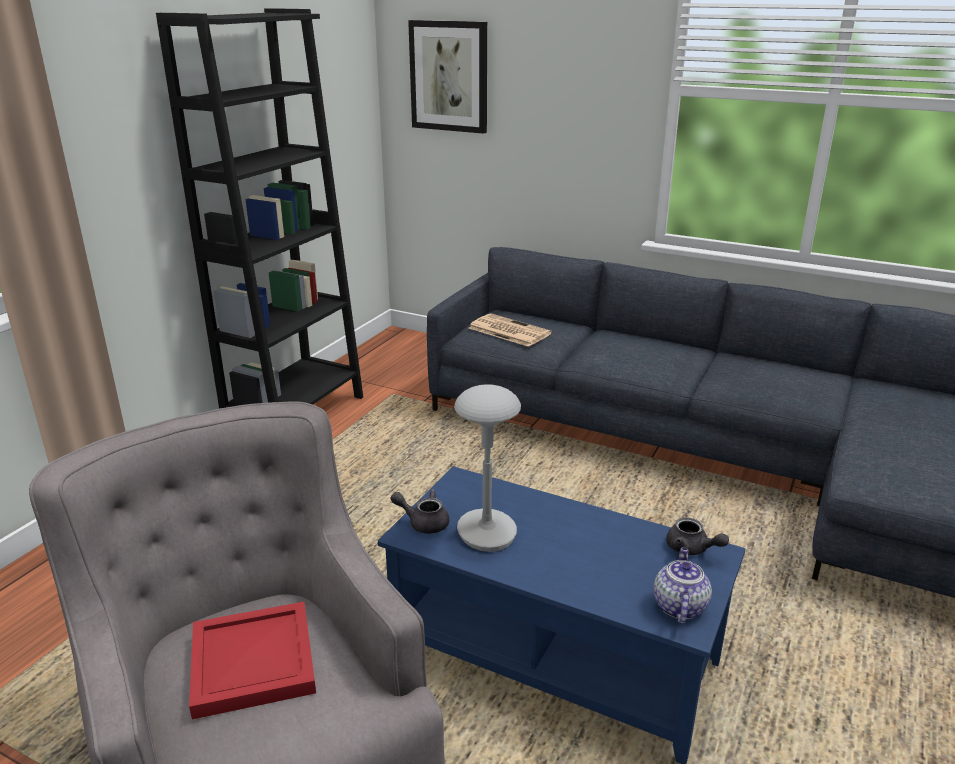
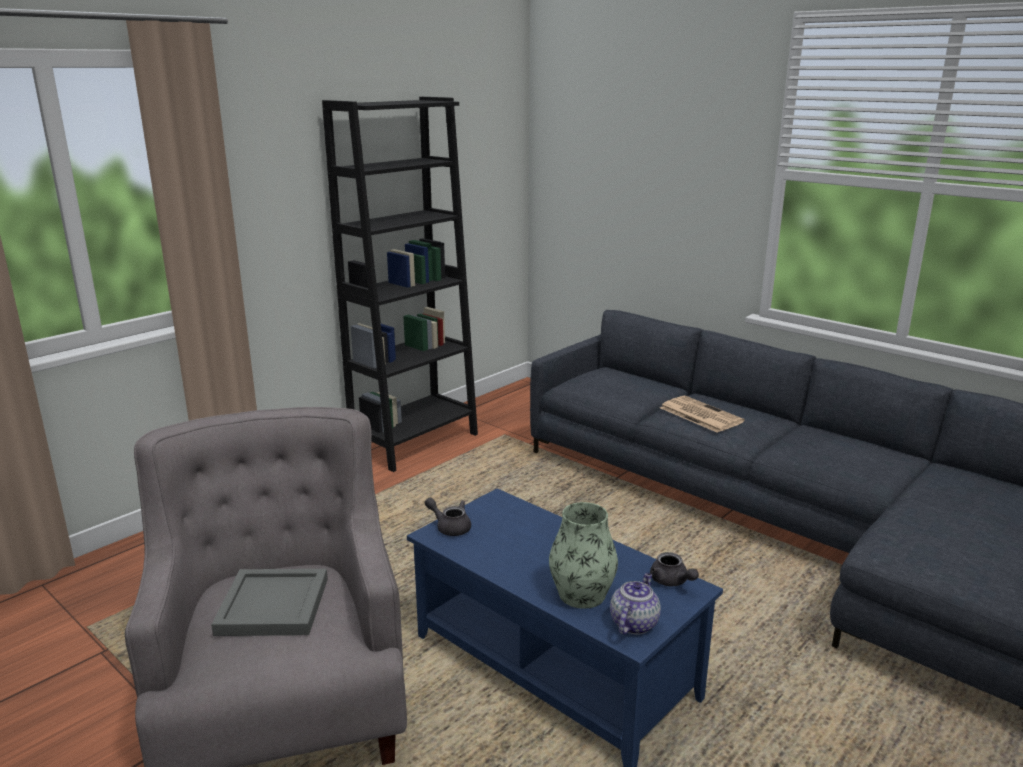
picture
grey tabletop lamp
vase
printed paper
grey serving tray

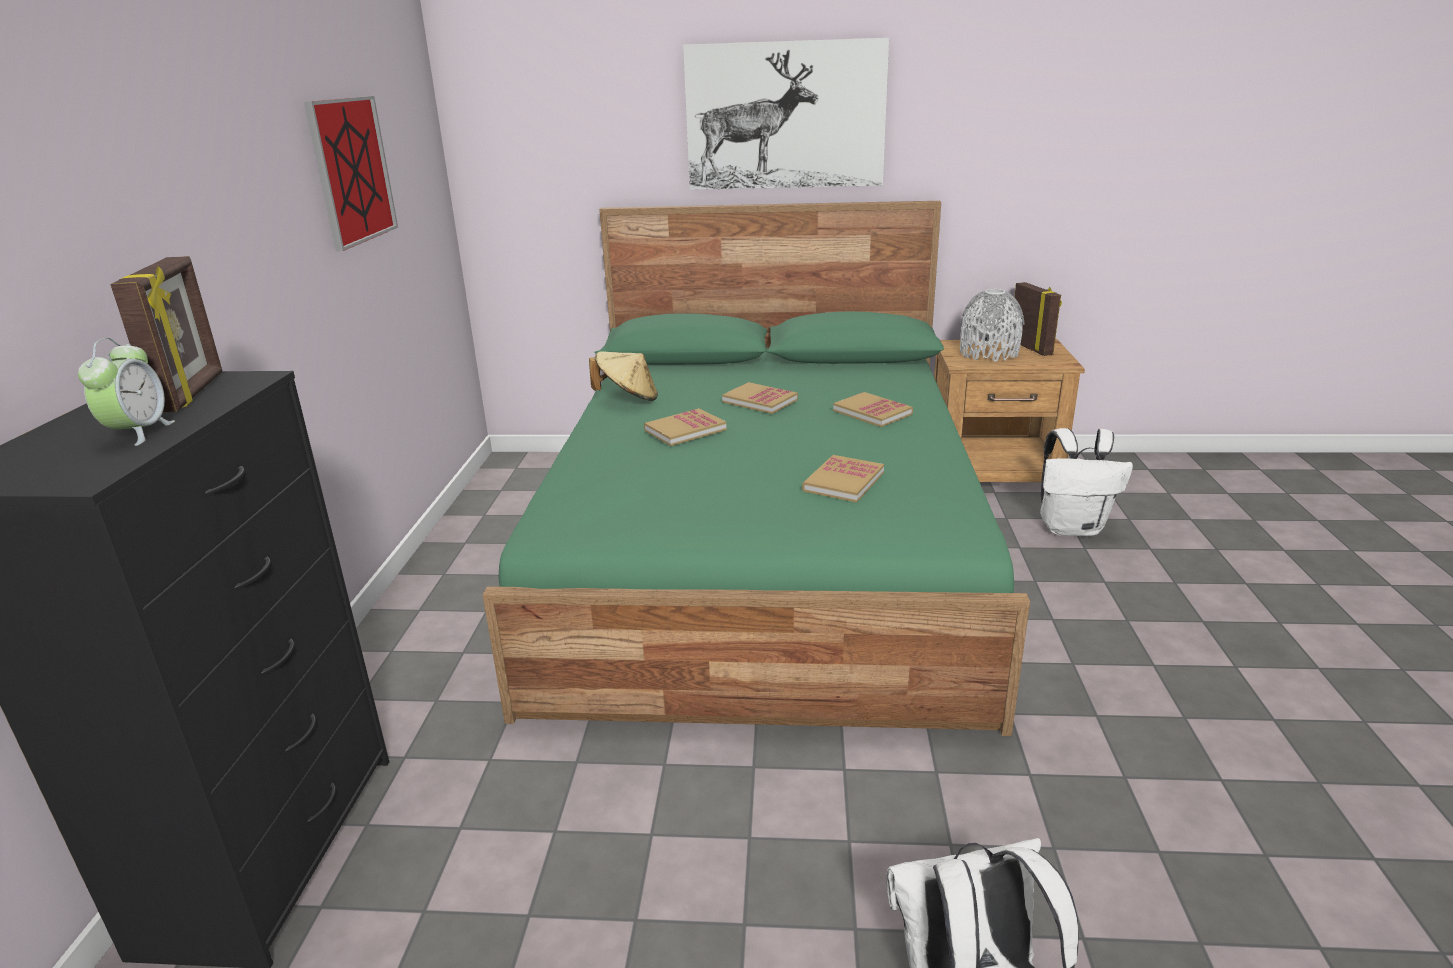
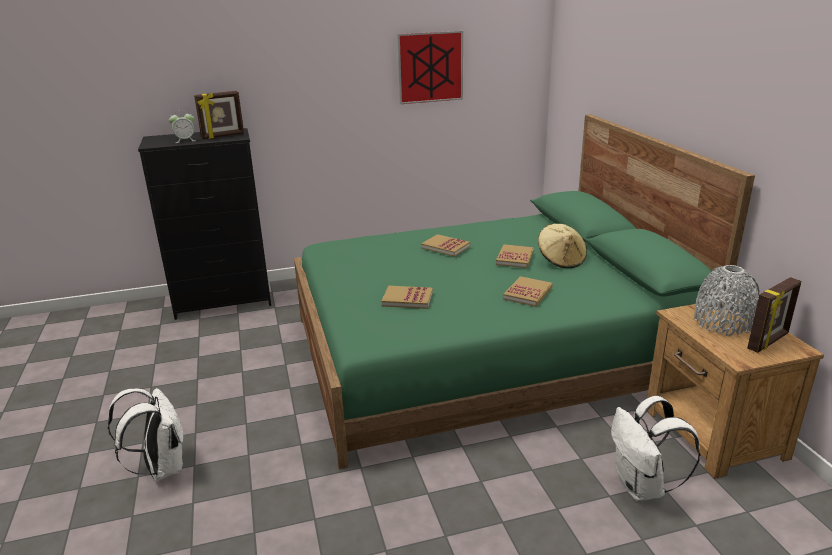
picture (2nd from left in the first image)
beige hat

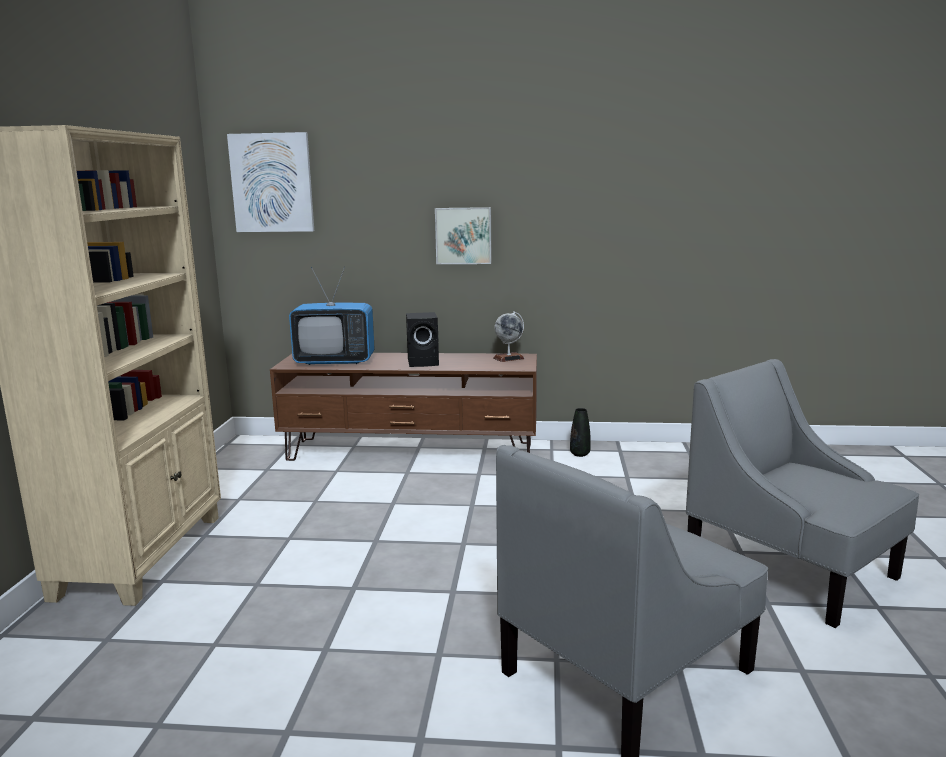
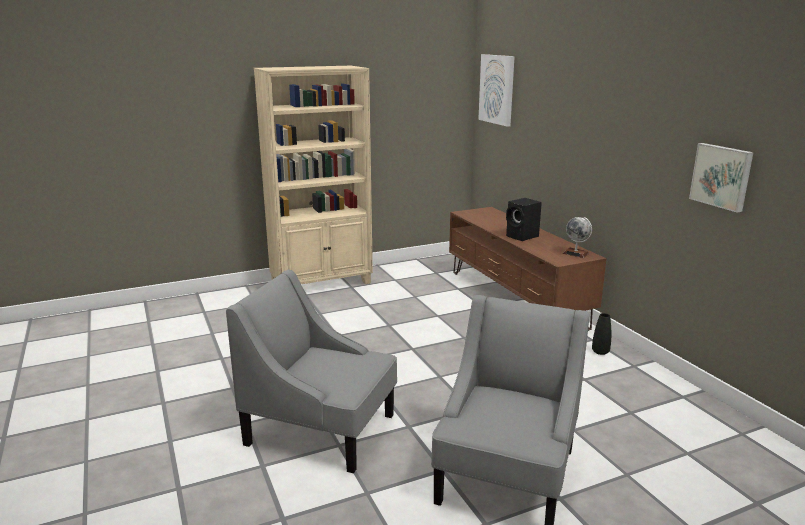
TV
picture (2nd from left)

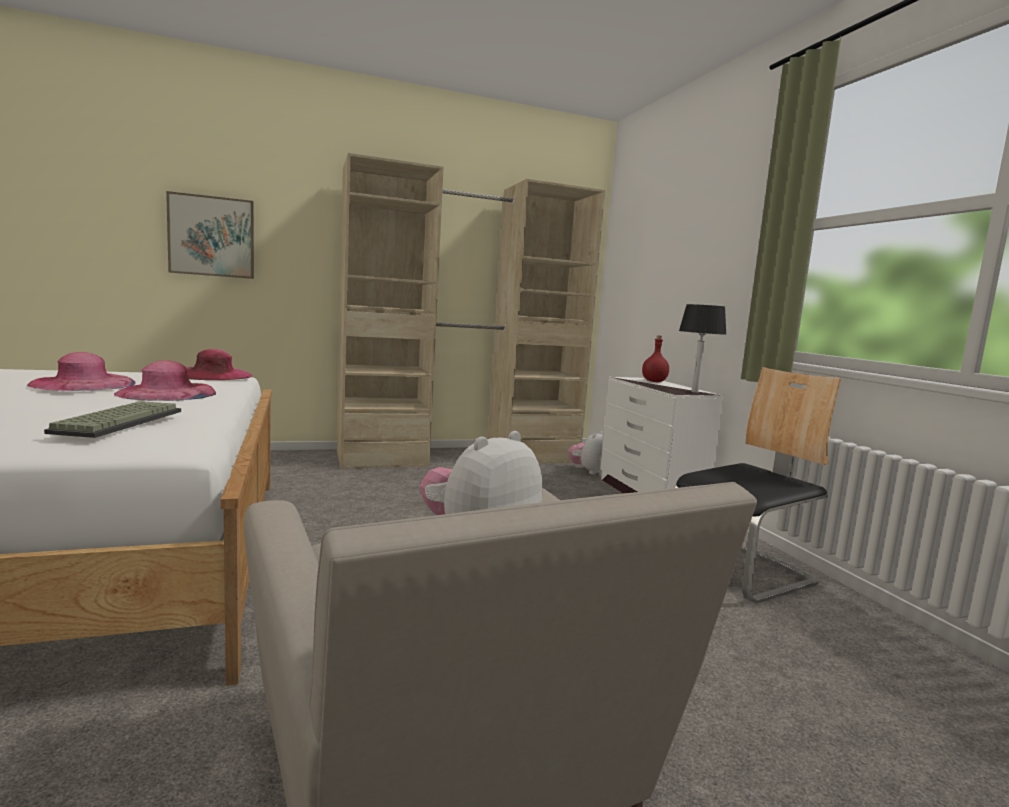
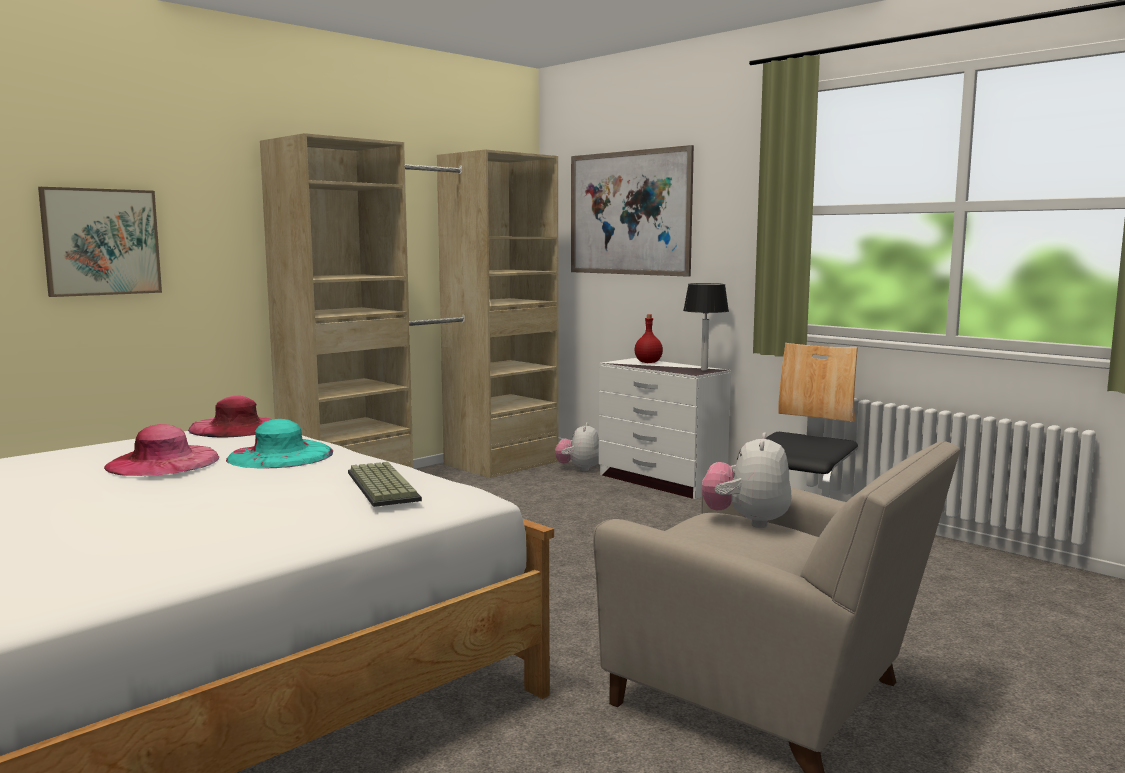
picture (2nd from left)
turquoise-coloured hat

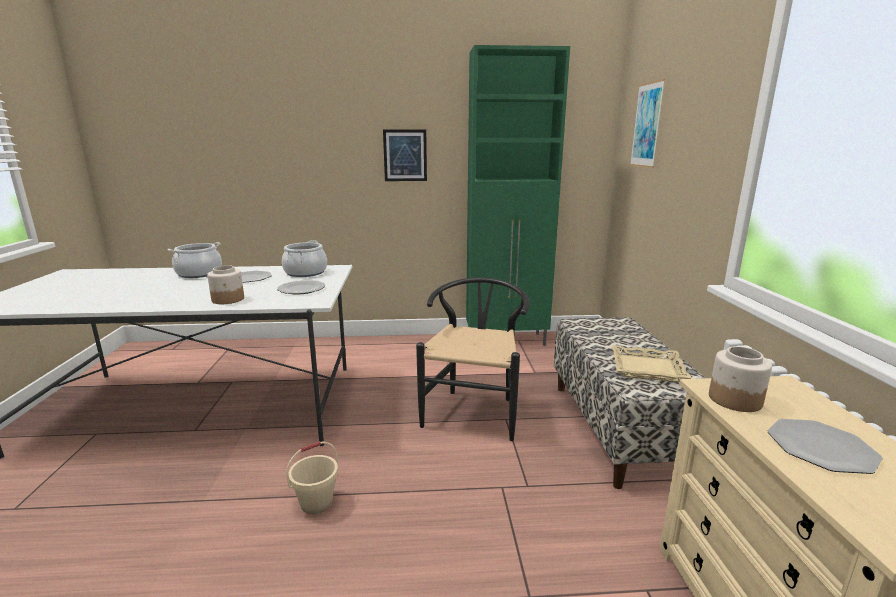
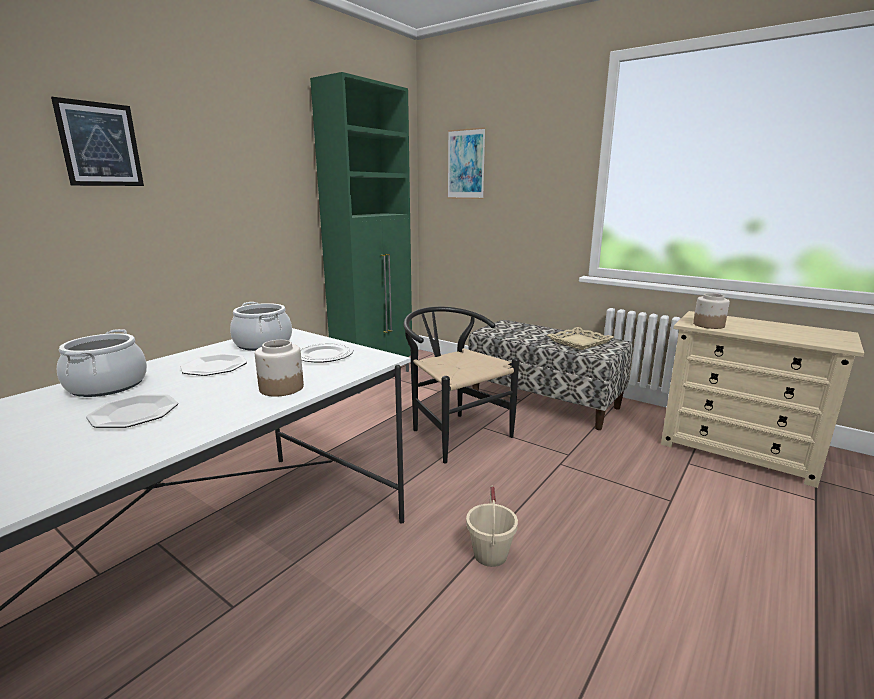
picture (1st from left)
plate (1st from left)

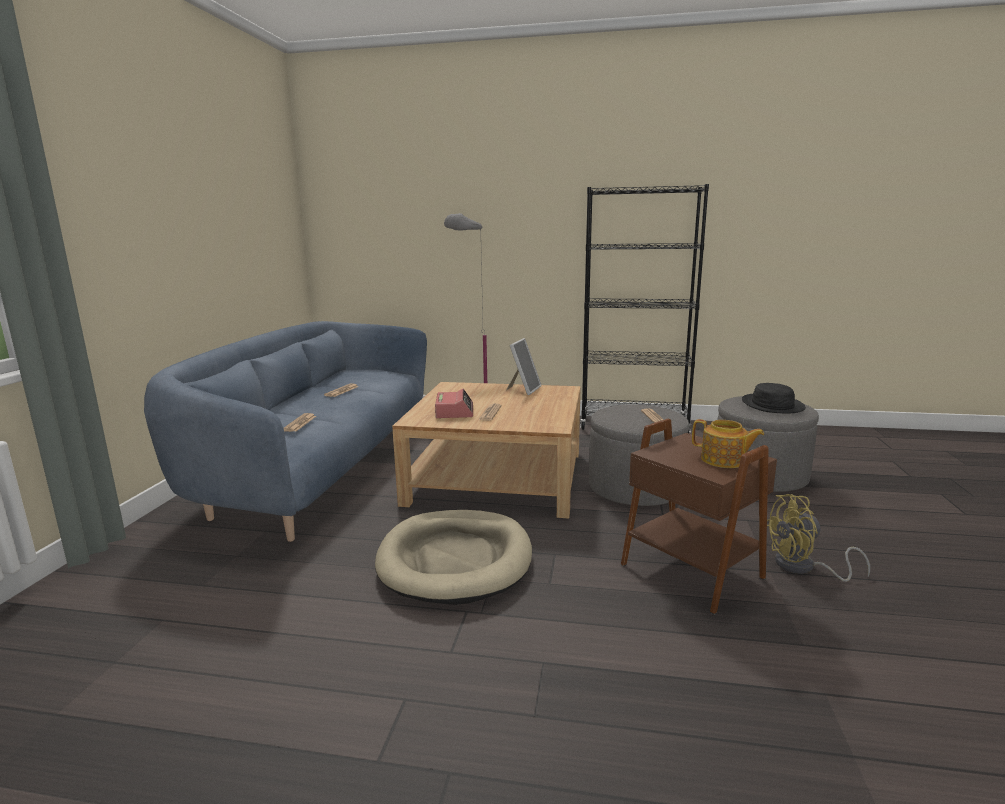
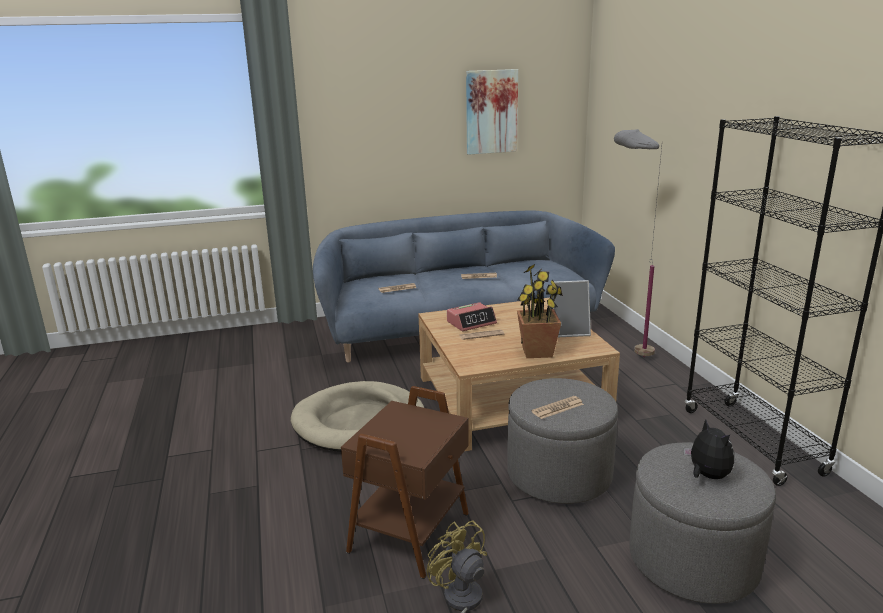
tea pot
picture
plant in a pot
soft toy

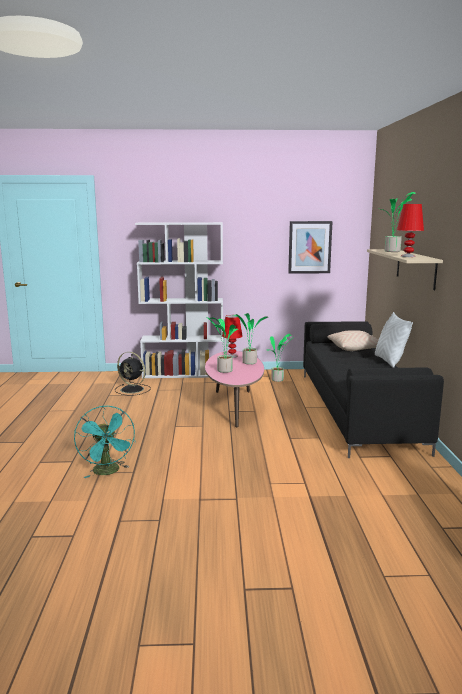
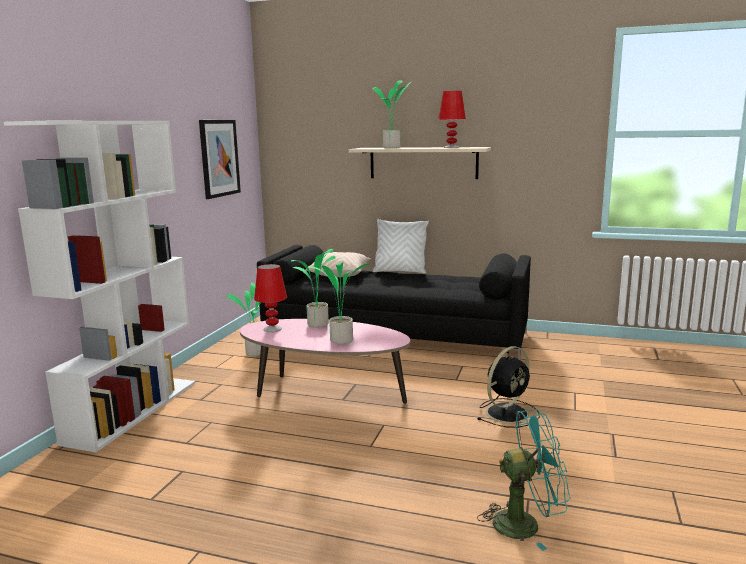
blackish fan

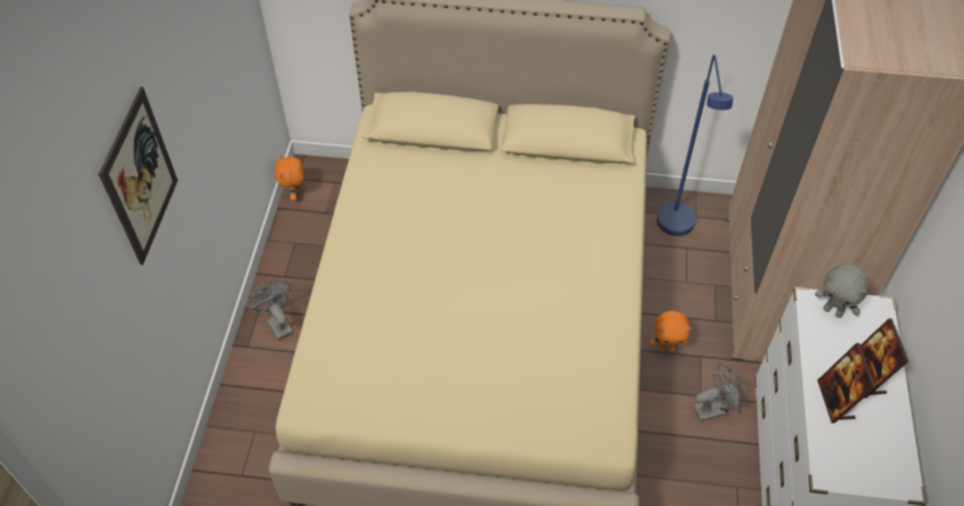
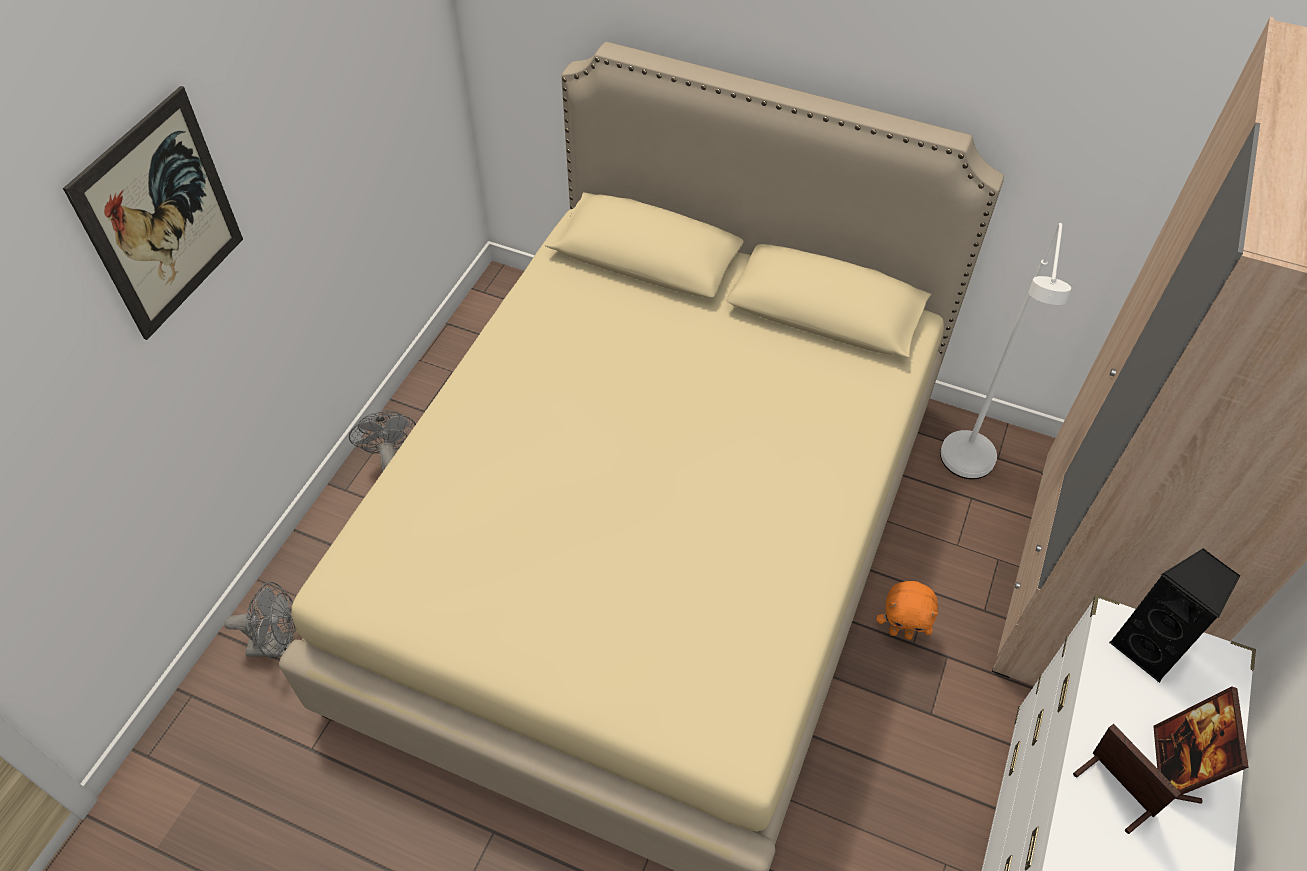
orangey soft toy (1st from left in the first image)
grey fan (1st from left)
blackish speaker
white floor lamp
standing frame (1st from left)

